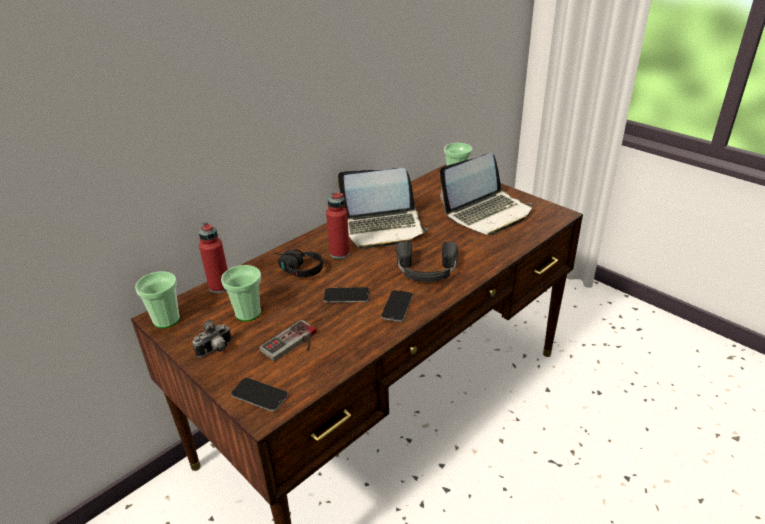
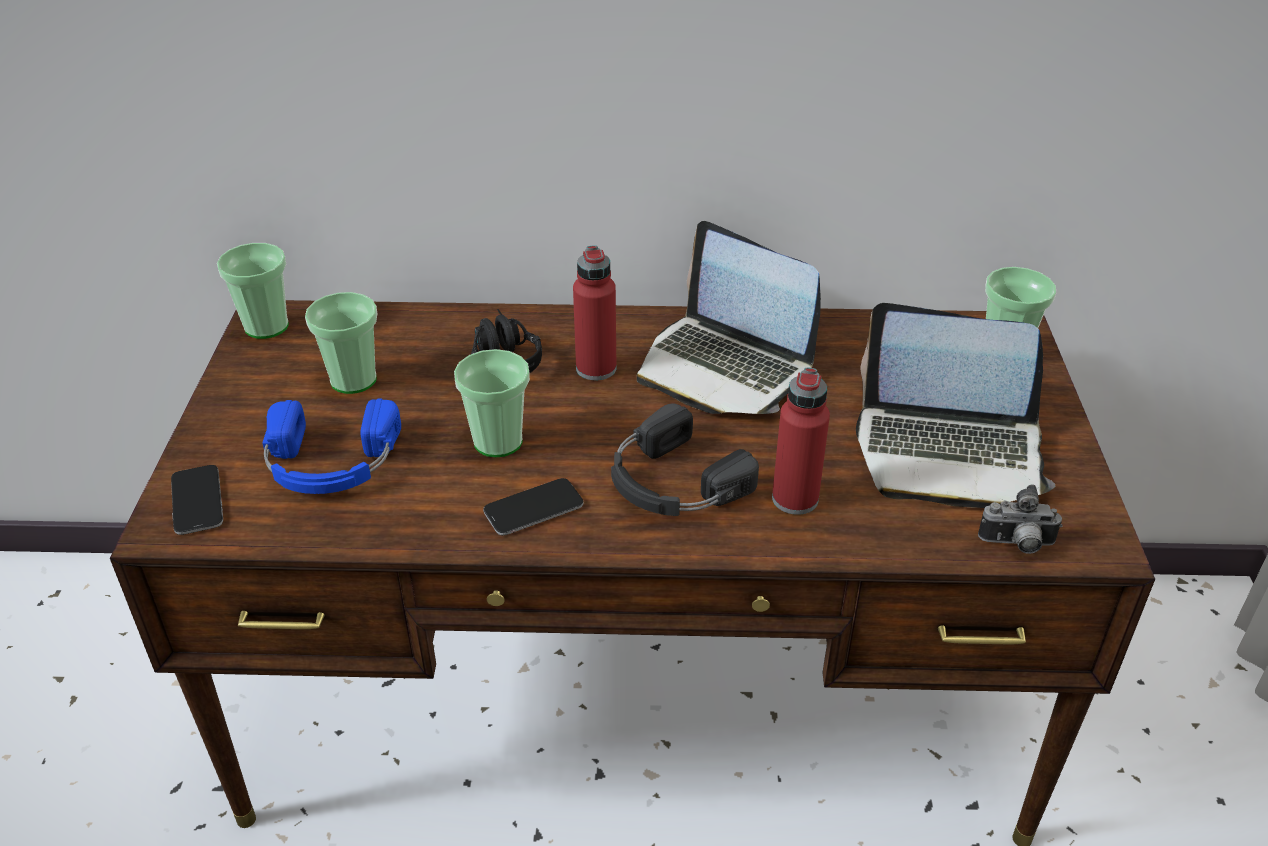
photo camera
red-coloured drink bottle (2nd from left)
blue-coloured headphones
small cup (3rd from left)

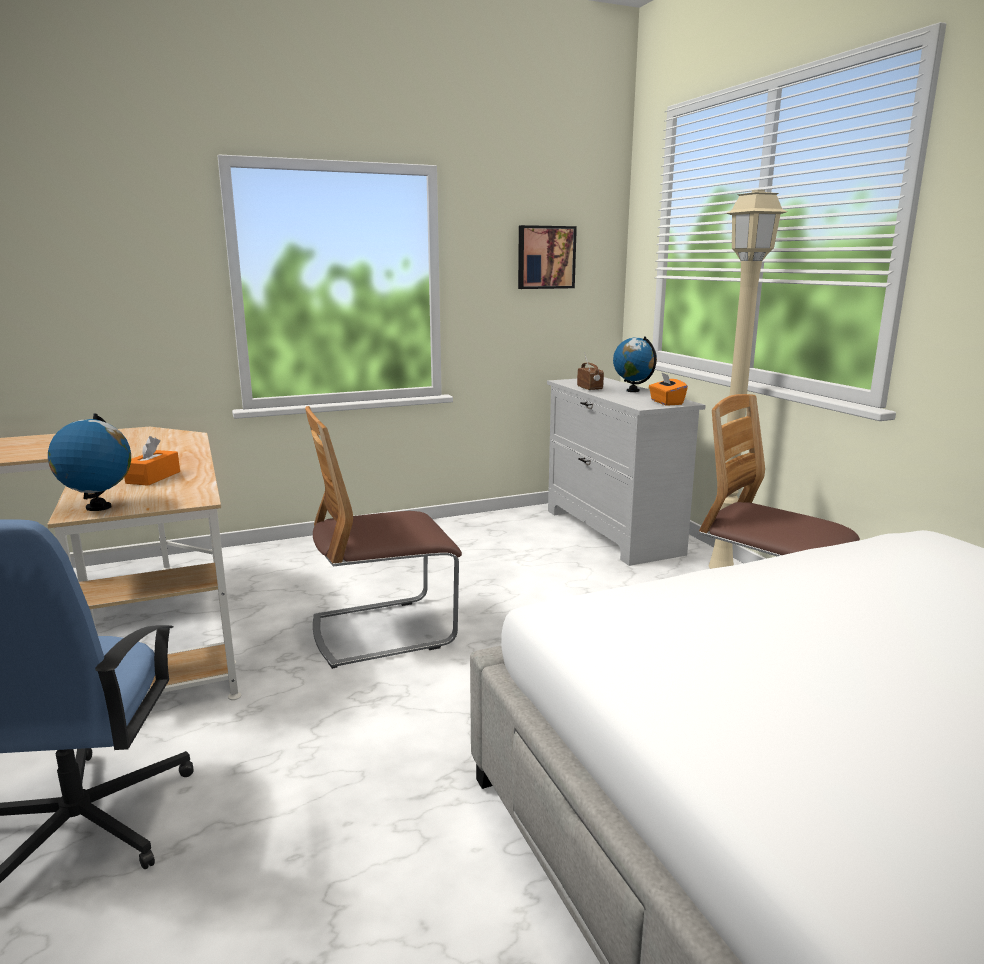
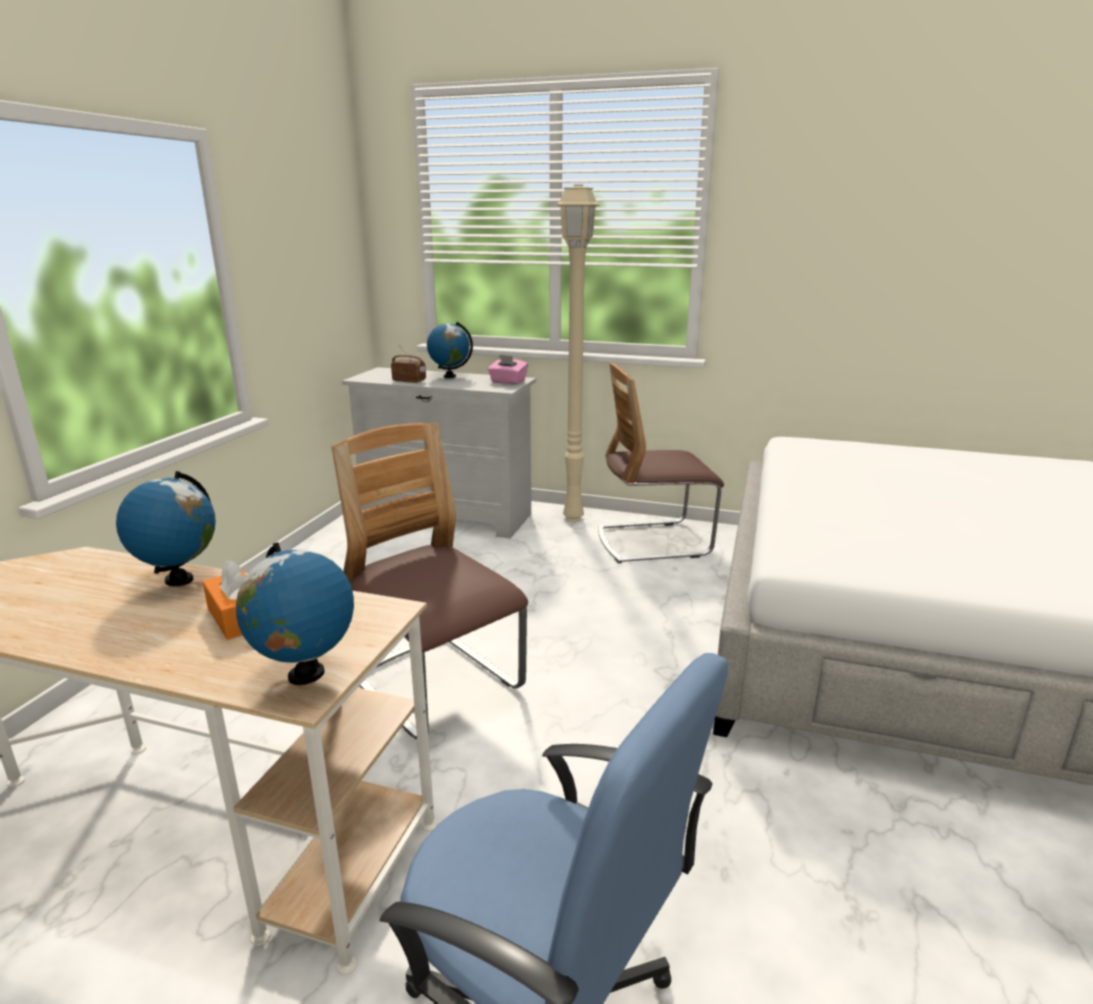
picture
world globe (1st from left)
pink-coloured box of tissues
plain chair (1st from left)

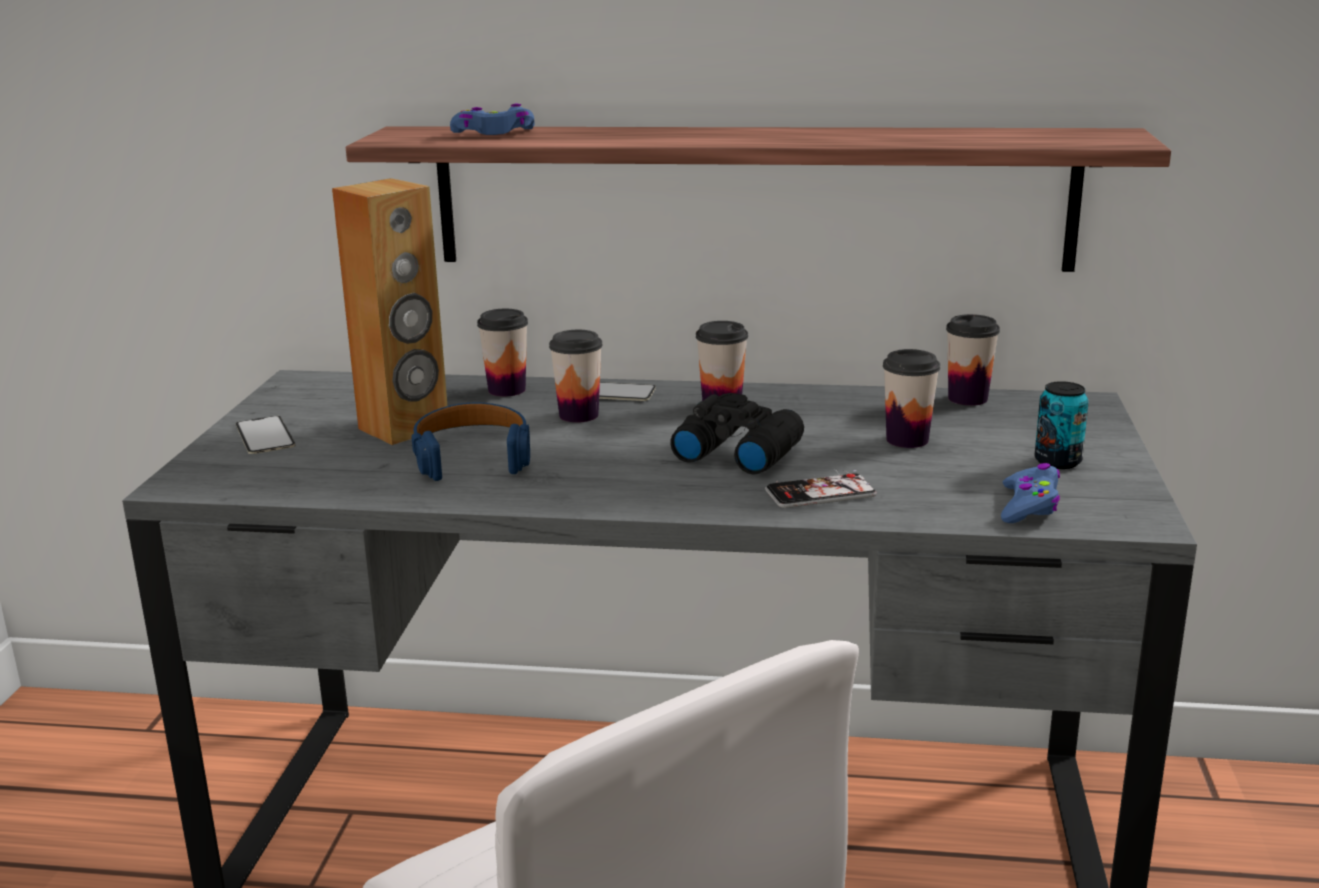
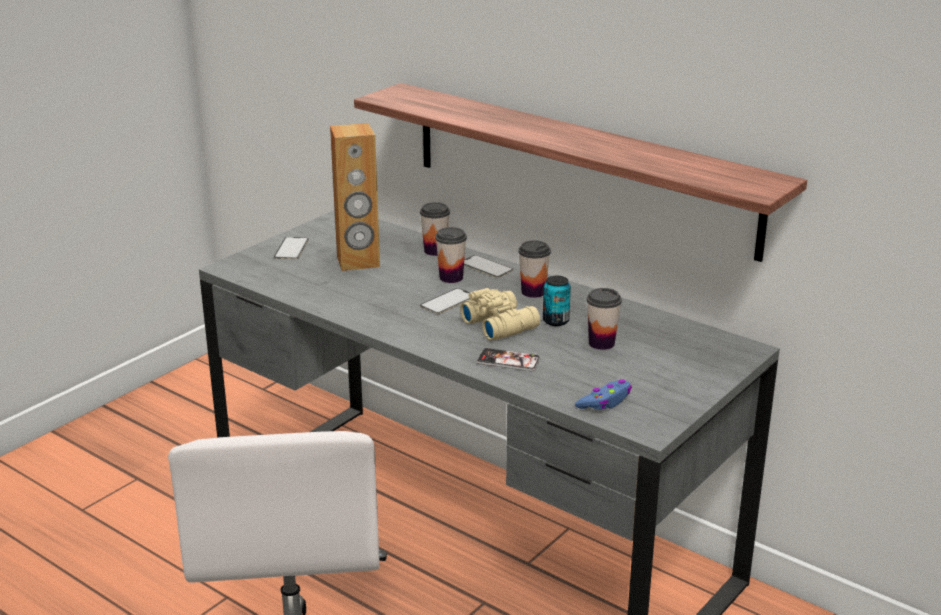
blue-coloured headphones
blue-coloured gamepad (1st from left in the first image)
small cup (5th from left in the first image)
telephone (2nd from left)
sealed can
beige pair of binoculars

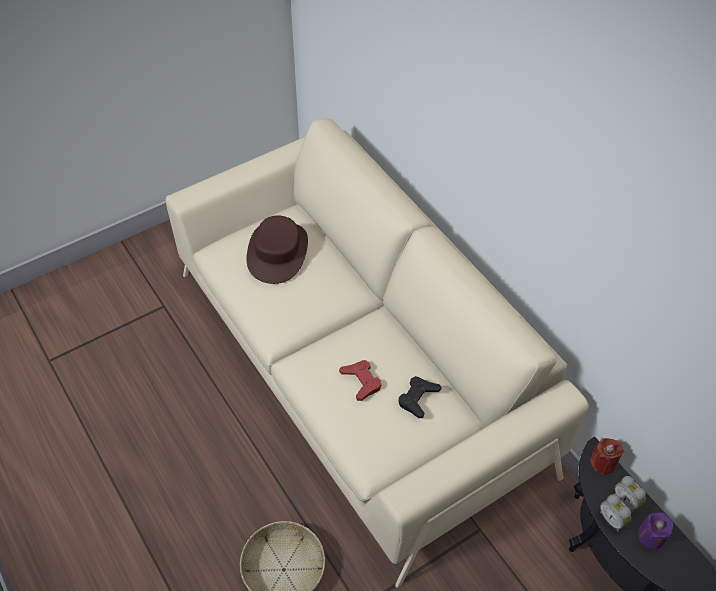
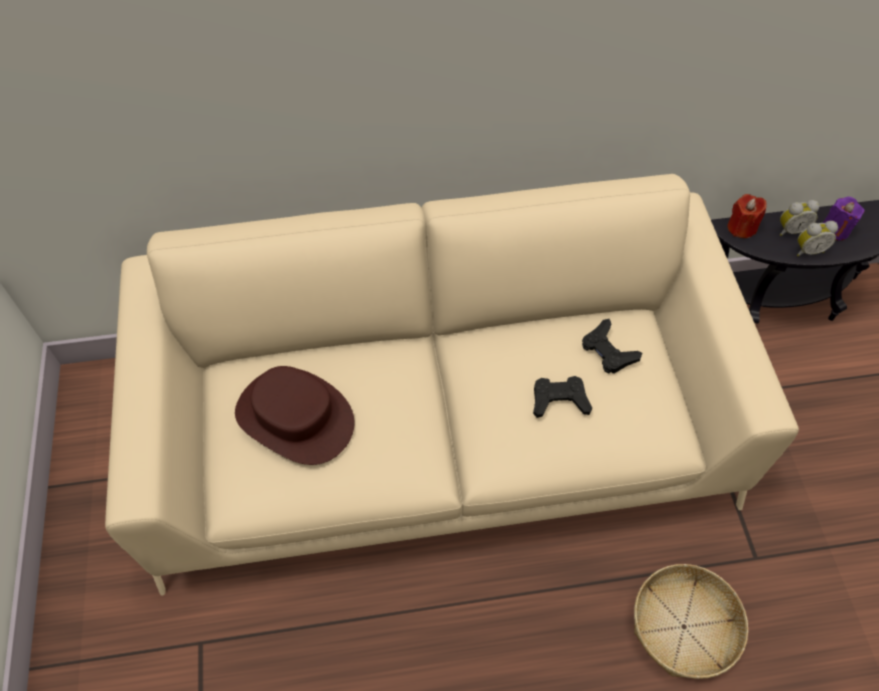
blackish gamepad (1st from left)

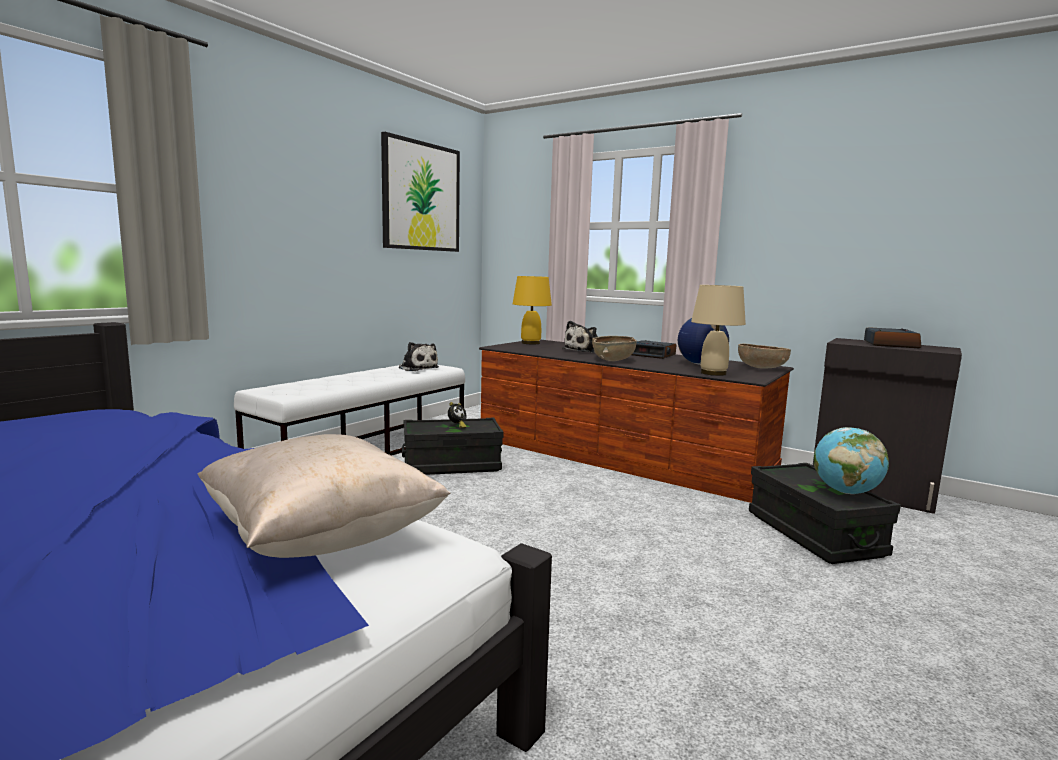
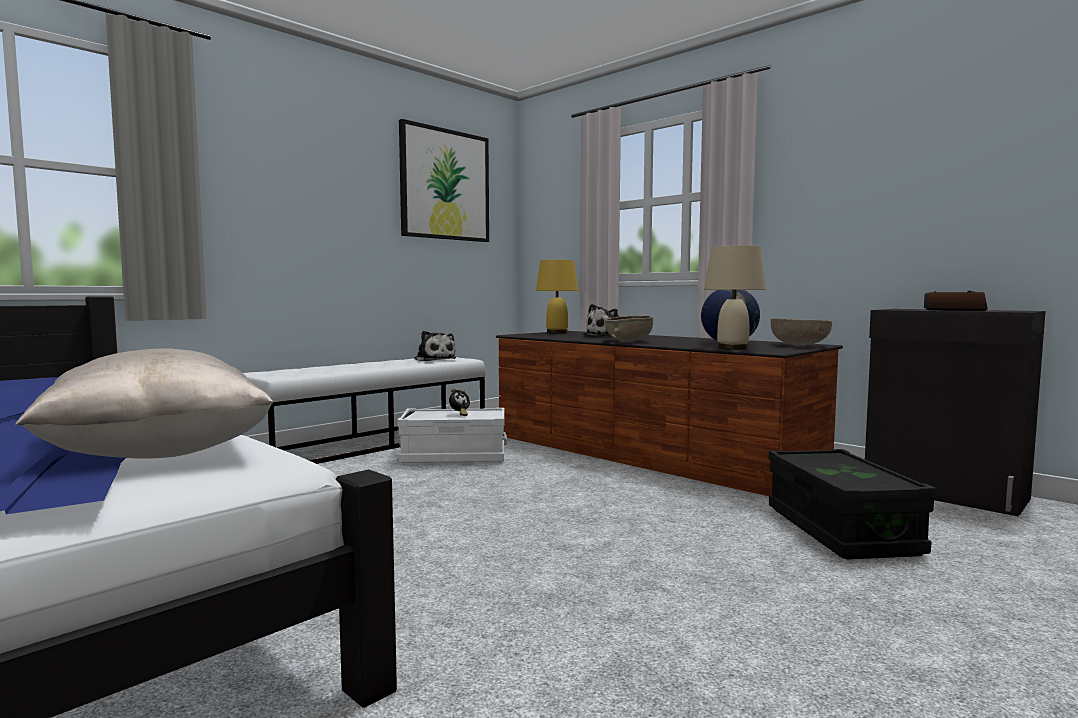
table clock (2nd from left in the first image)
world globe (2nd from left in the first image)
white storage bin

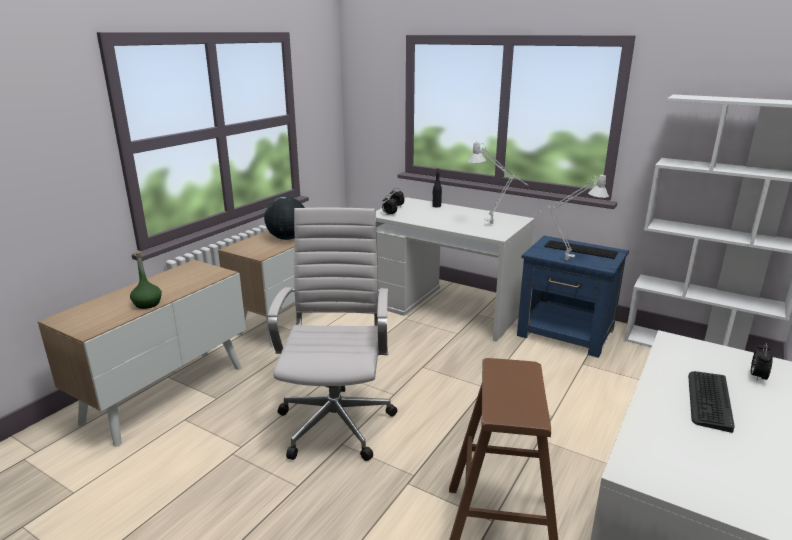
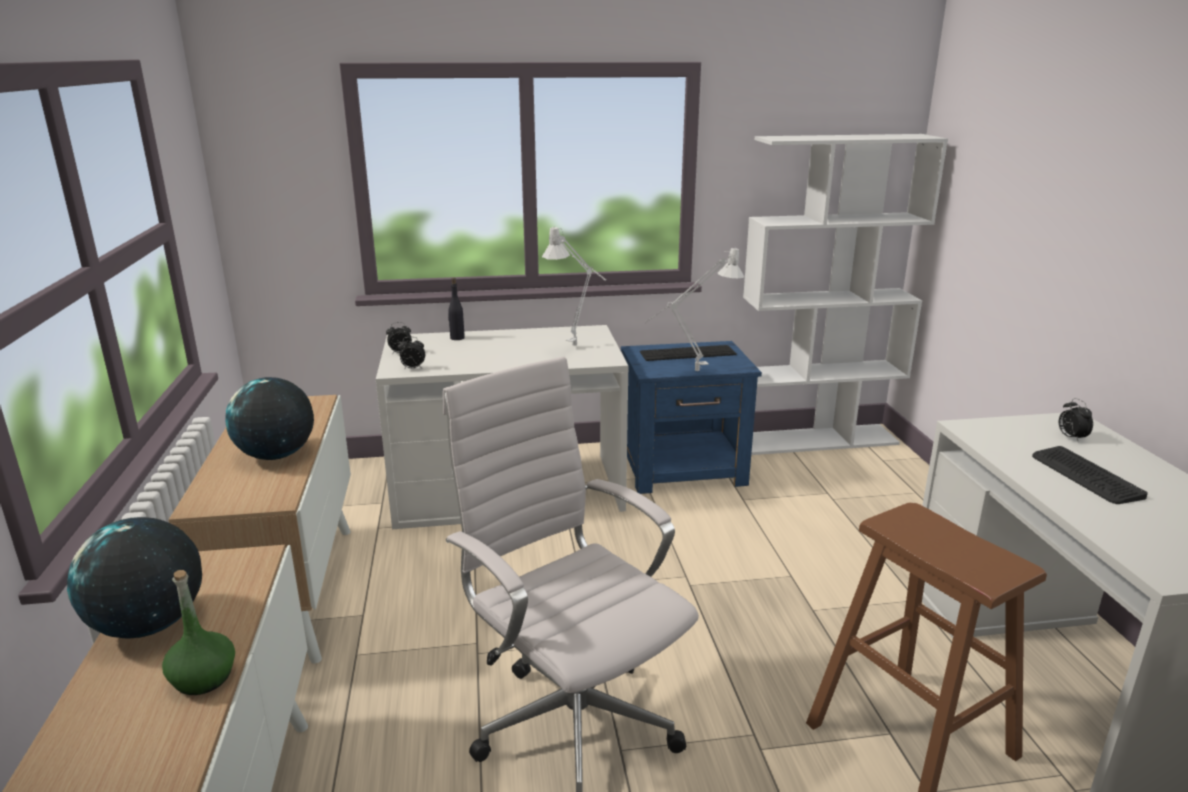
world globe (1st from left)

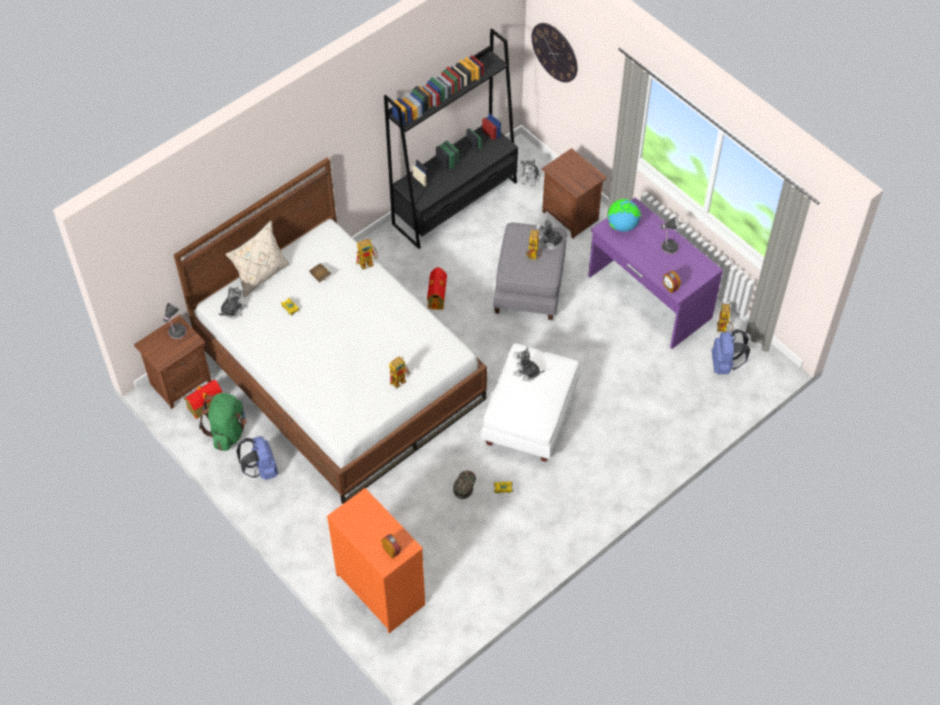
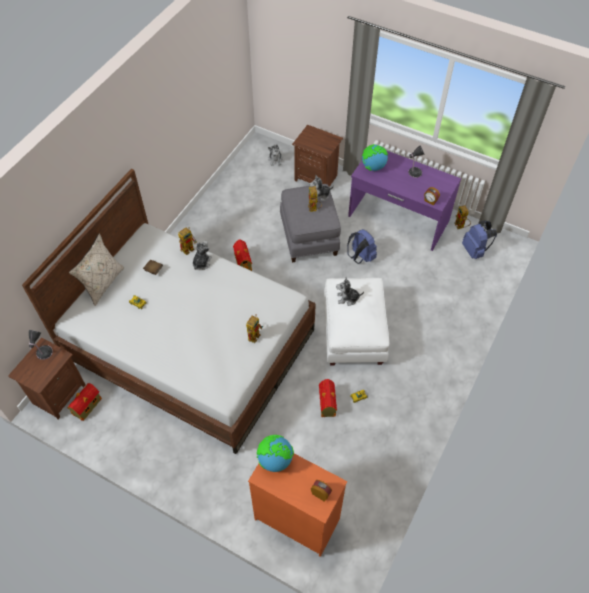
greenish backpack
blackish bookshelf
clock on the wall
world globe (1st from left)
soft toy (1st from left)
blue-coloured backpack (1st from left)
model house (3rd from left)

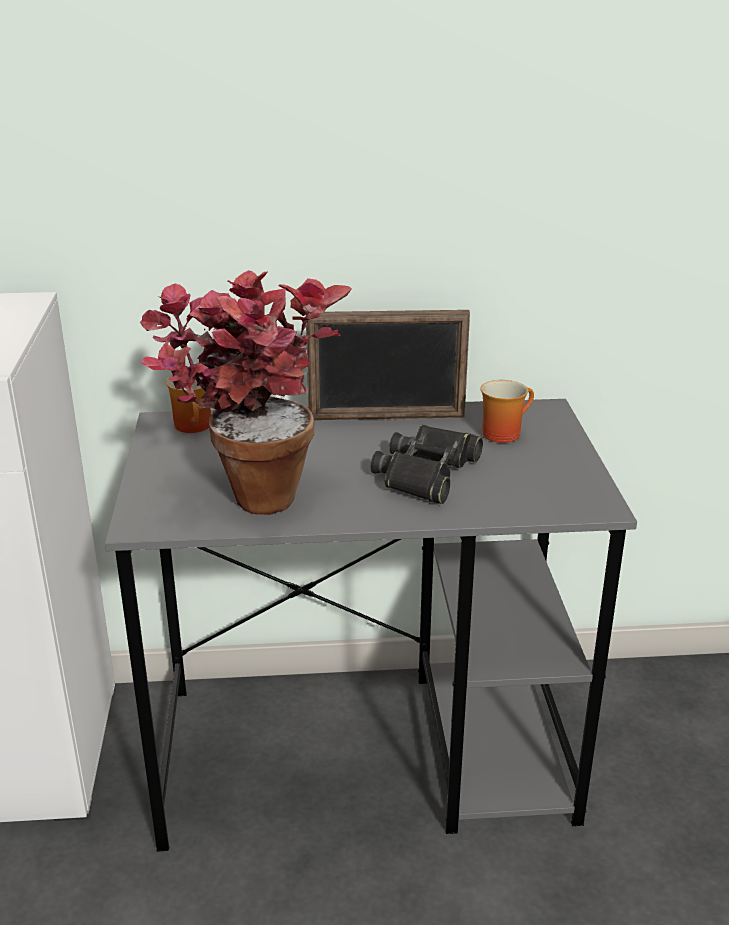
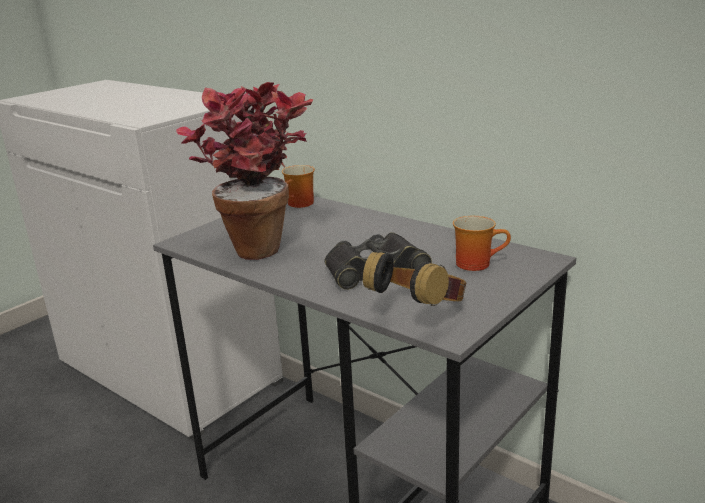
standing frame
headphones

